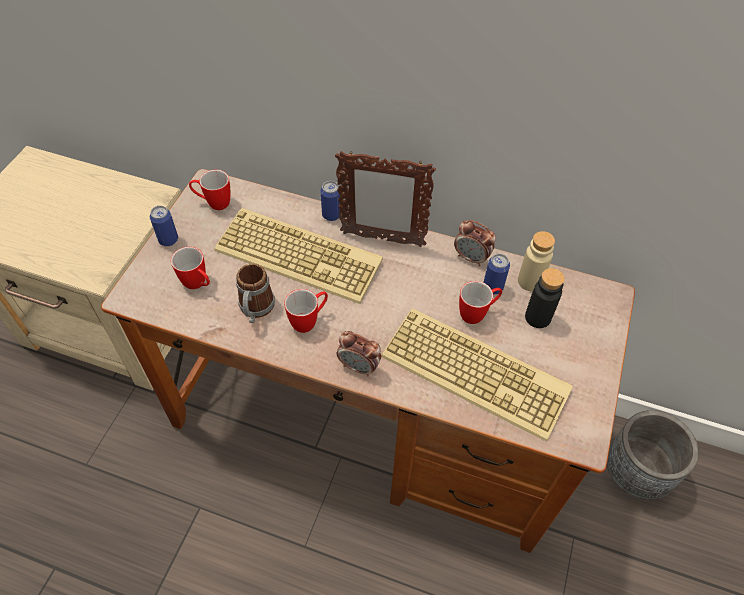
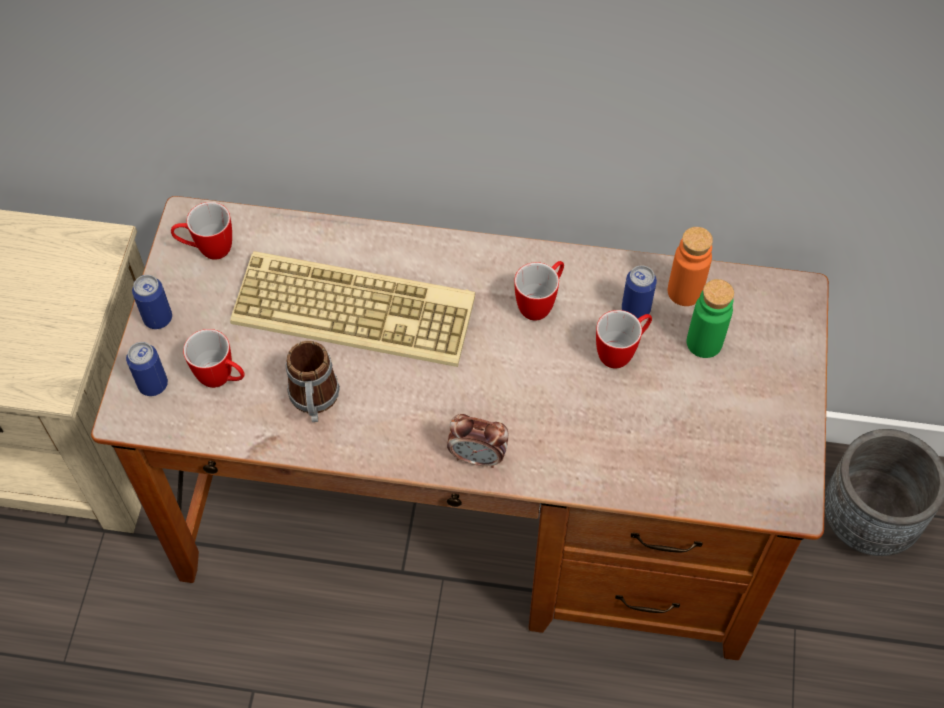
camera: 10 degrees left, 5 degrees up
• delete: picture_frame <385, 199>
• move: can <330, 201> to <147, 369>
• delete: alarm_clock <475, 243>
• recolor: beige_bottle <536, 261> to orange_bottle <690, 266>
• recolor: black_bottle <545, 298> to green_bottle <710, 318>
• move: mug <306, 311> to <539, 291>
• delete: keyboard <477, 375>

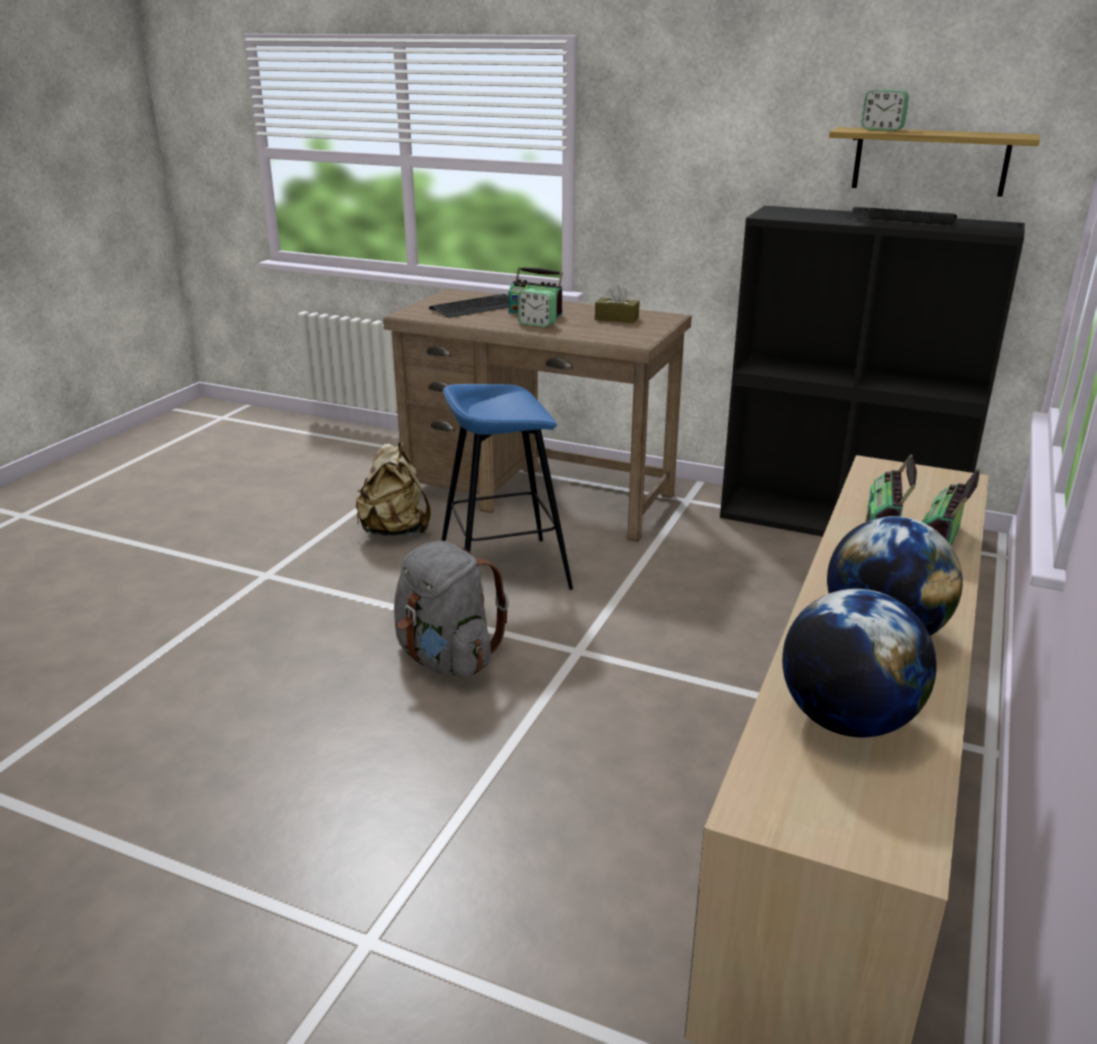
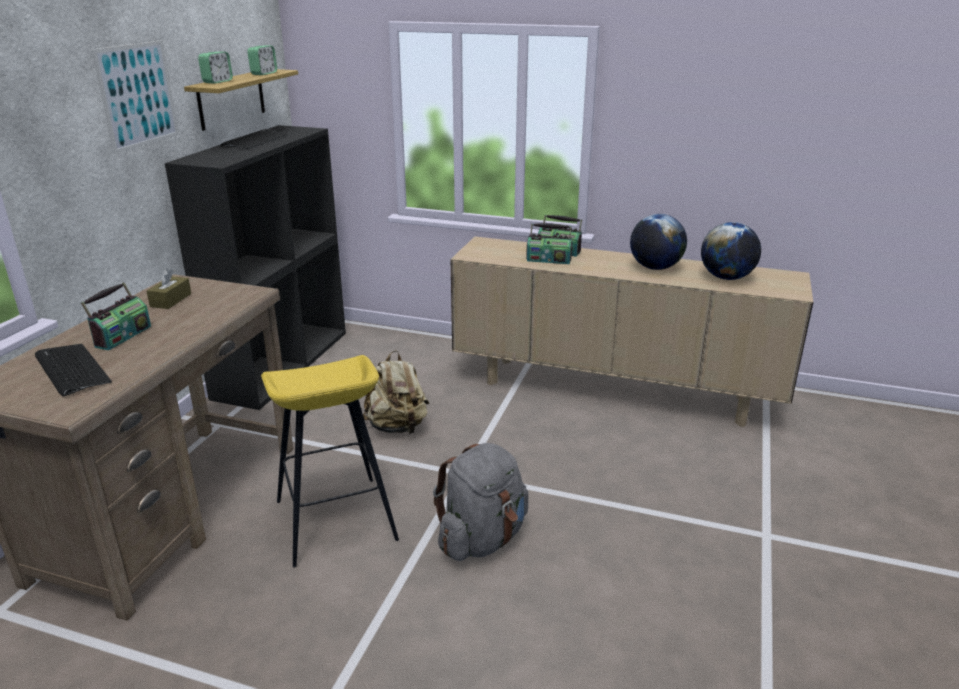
camera: 95 degrees left, 0 degrees up
• move: alarm_clock <537, 308> to <262, 60>
• recolor: blue_stool <507, 487> to yellow_stool <330, 461>
• move: beige_backpack <393, 489> to <396, 392>
• insert: picture <135, 97>

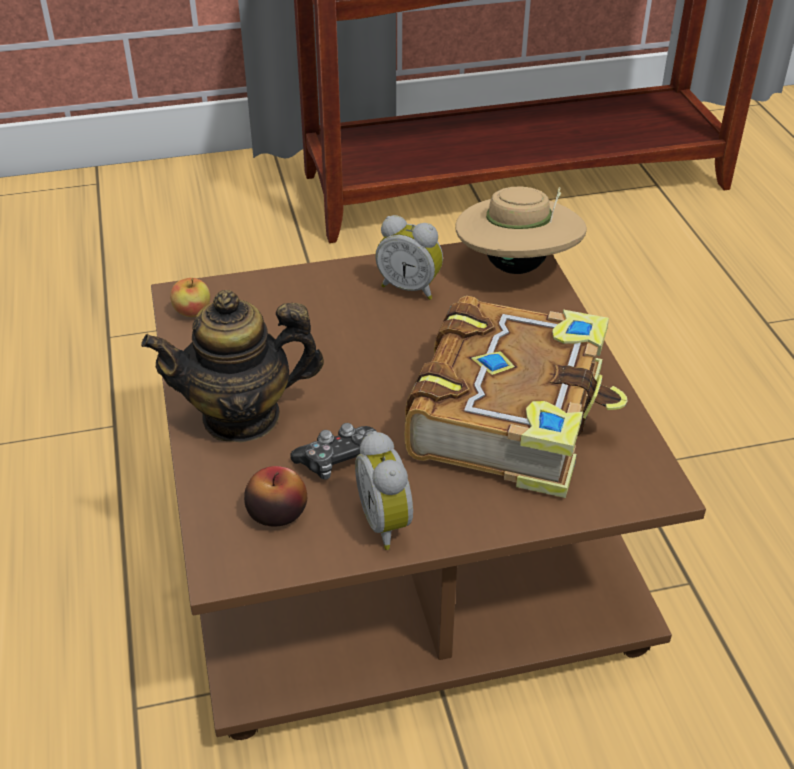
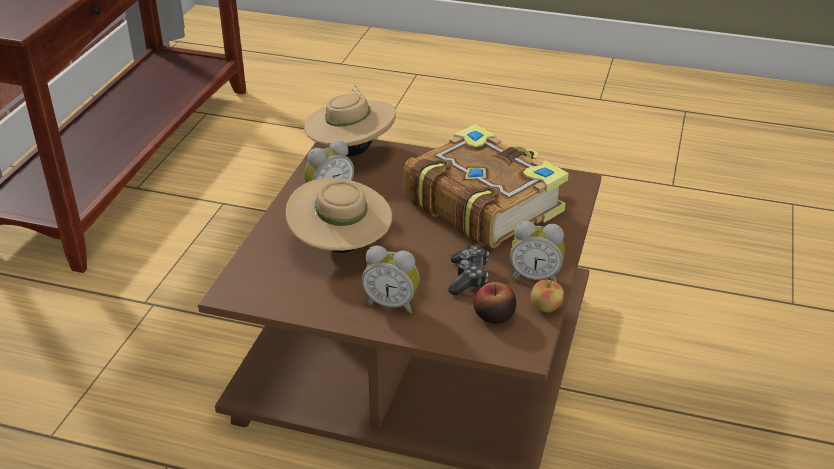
camera: 60 degrees left, 5 degrees down
• move: apple <190, 297> to <547, 295>
• replace: teapot <232, 366> to alarm_clock <391, 280>
• insert: beige_hat <339, 215>

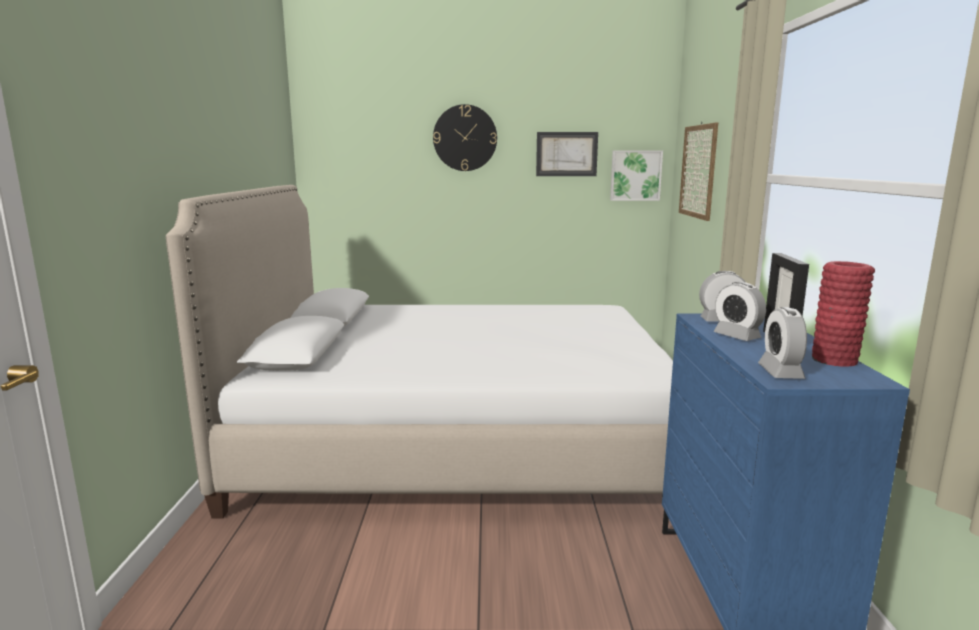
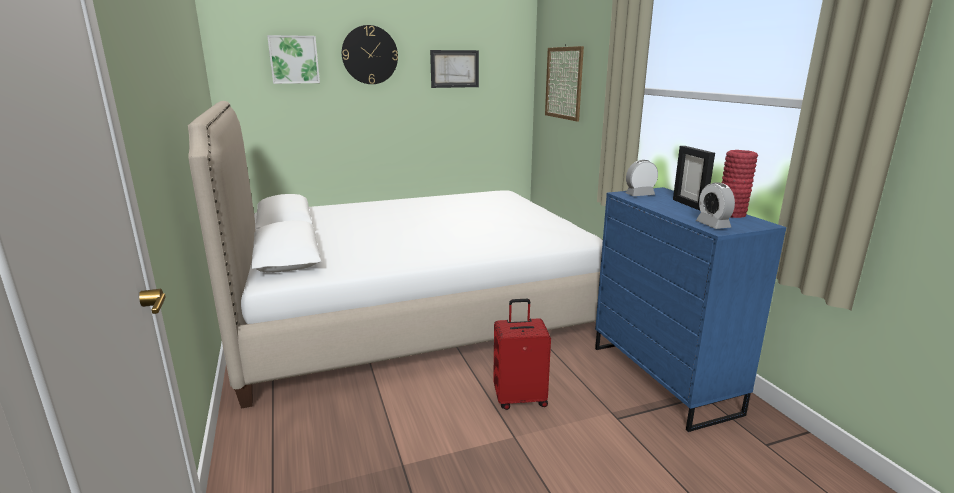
camera: 20 degrees left, 5 degrees up
• move: picture <636, 175> to <293, 59>
• delete: alarm_clock <740, 311>
• insert: red_suitcase <522, 354>

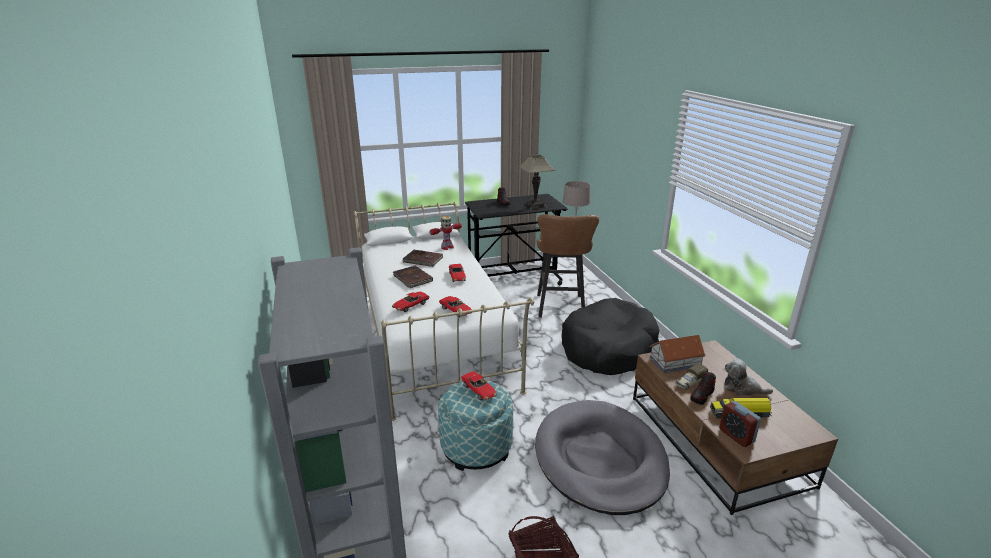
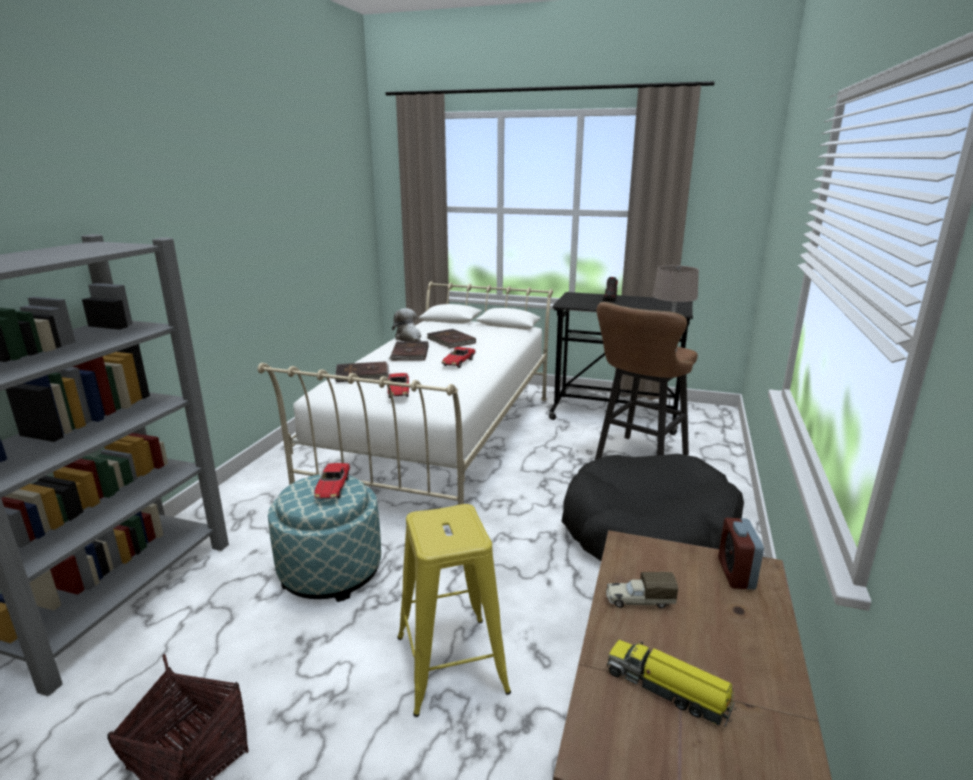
camera: 35 degrees right, 5 degrees down
• delete: table_lamp <536, 182>
• delete: toy_robot <445, 233>
• replace: toy_car <411, 301> to brown_book <362, 372>
• delete: toy_house <678, 354>
• move: plush_toy <748, 377> to <406, 324>
• delete: shoe <703, 388>
• replace: grey_dog_bed <602, 457> to yellow_stool <454, 610>
• move: alarm_clock <740, 424> to <741, 554>

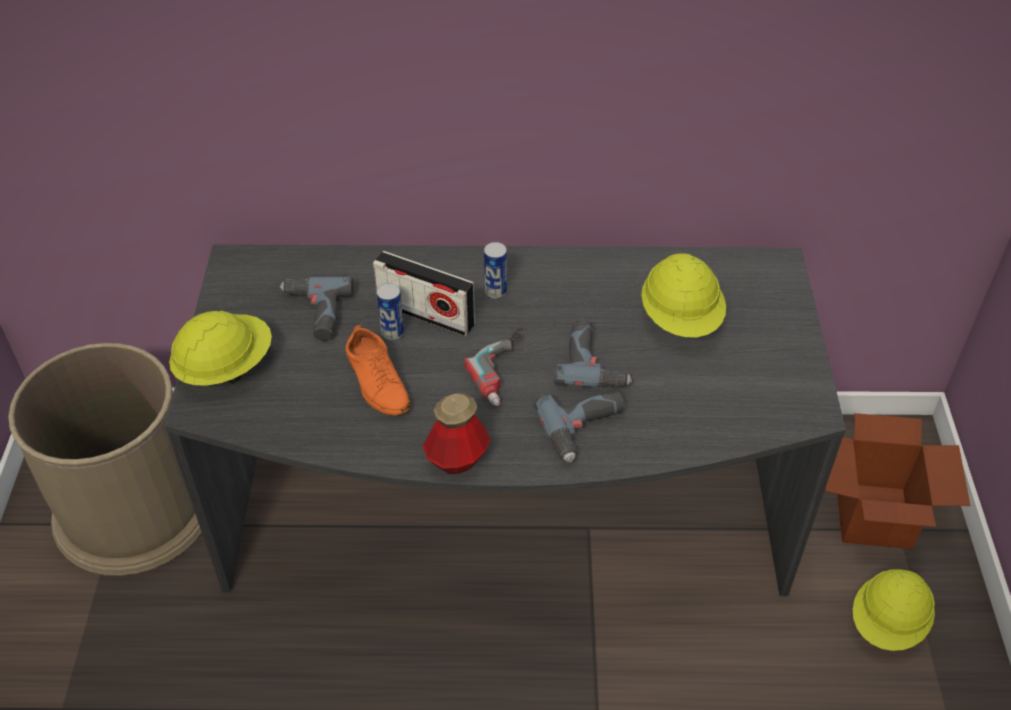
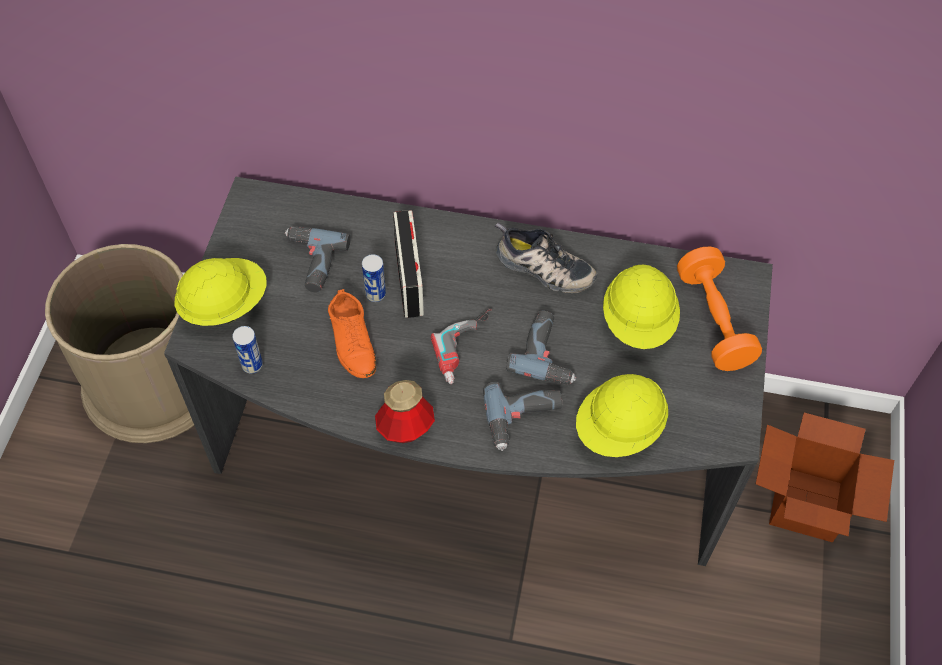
camera: 10 degrees right, 10 degrees up
• move: can <495, 270> to <247, 350>
• rotate: radio <424, 293> = <408, 264> 135 degrees counterclockwise
• move: yellow_hard_hat <893, 610> to <622, 415>
• insert: shoe <546, 258>
• insert: orange_dumbbell <719, 309>

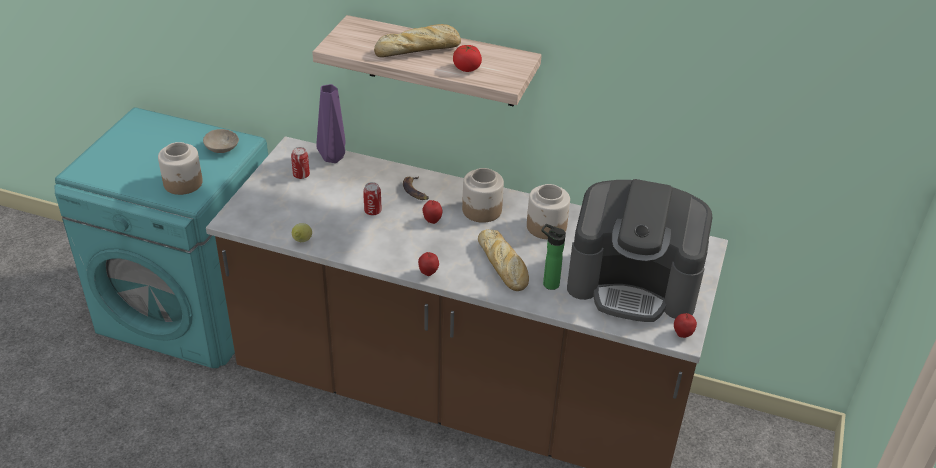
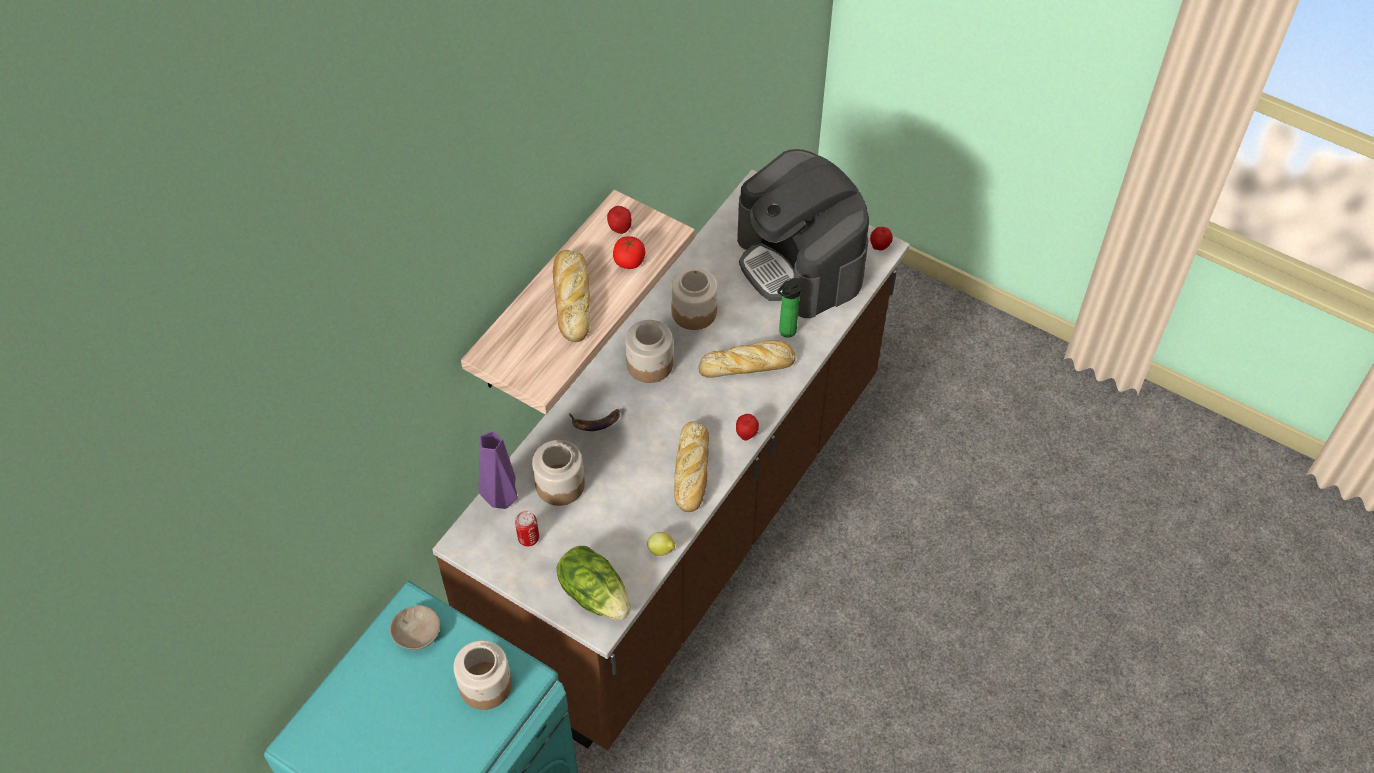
camera: 75 degrees left, 15 degrees up
• rotate: coffee_machine <639, 250> = <803, 233> 120 degrees clockwise
• delete: can <372, 198>
• move: apple <432, 212> to <619, 220>
• insert: bread <691, 466>
• insert: jar <558, 473>
• insert: lettuce <593, 583>

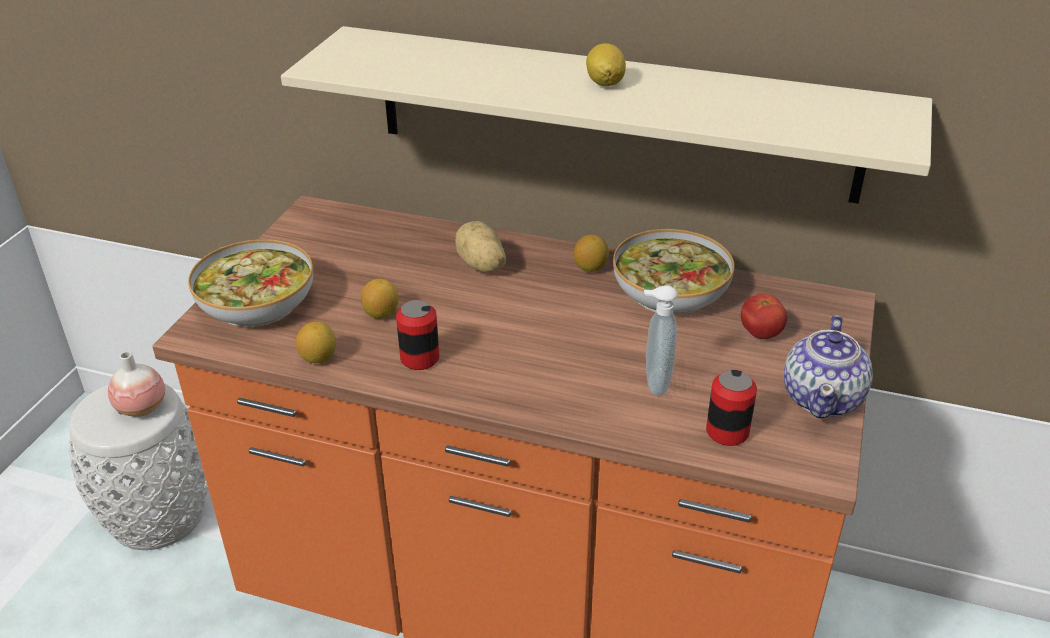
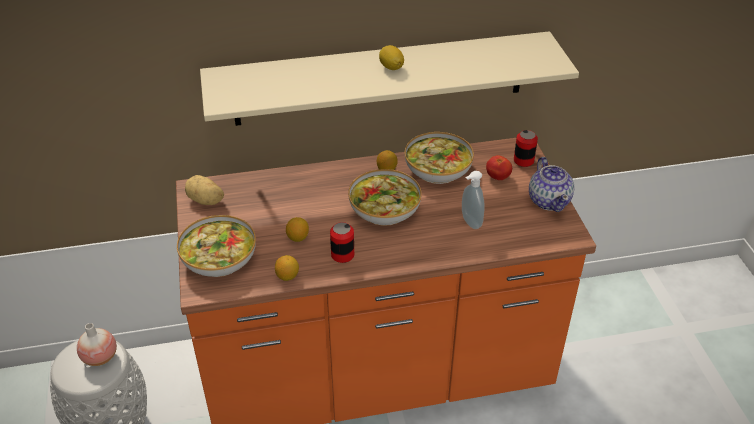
camera: 30 degrees left, 5 degrees up
• move: potato <480, 247> to <204, 190>
• move: can <731, 408> to <526, 148>
• insert: bowl <385, 197>

